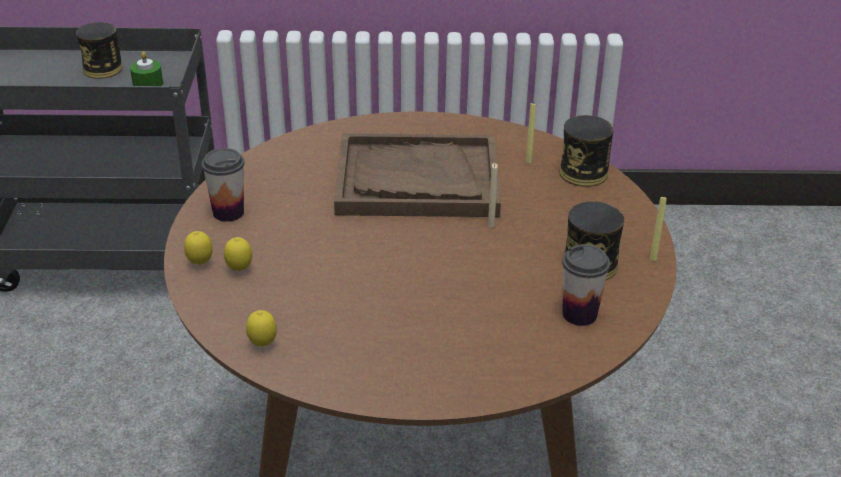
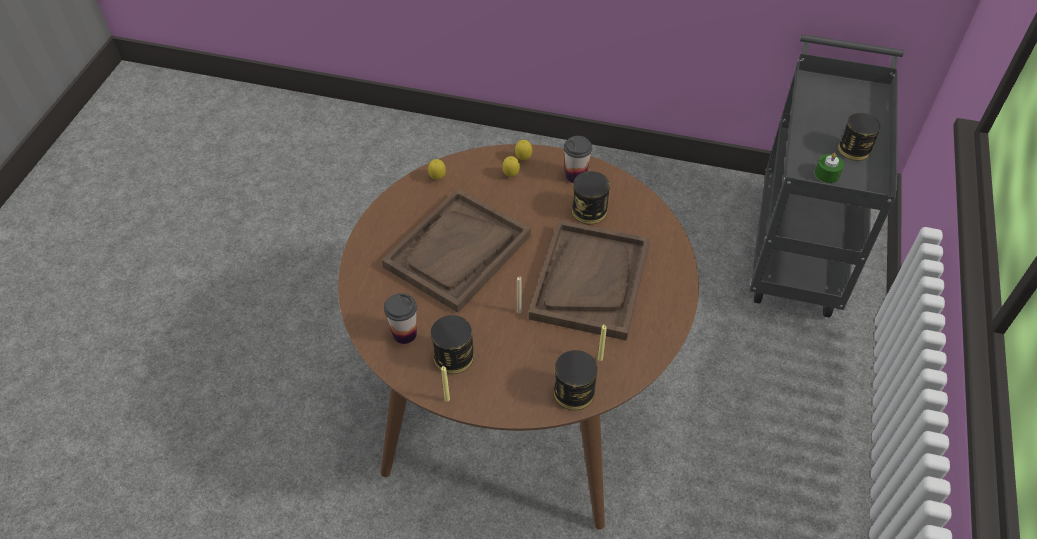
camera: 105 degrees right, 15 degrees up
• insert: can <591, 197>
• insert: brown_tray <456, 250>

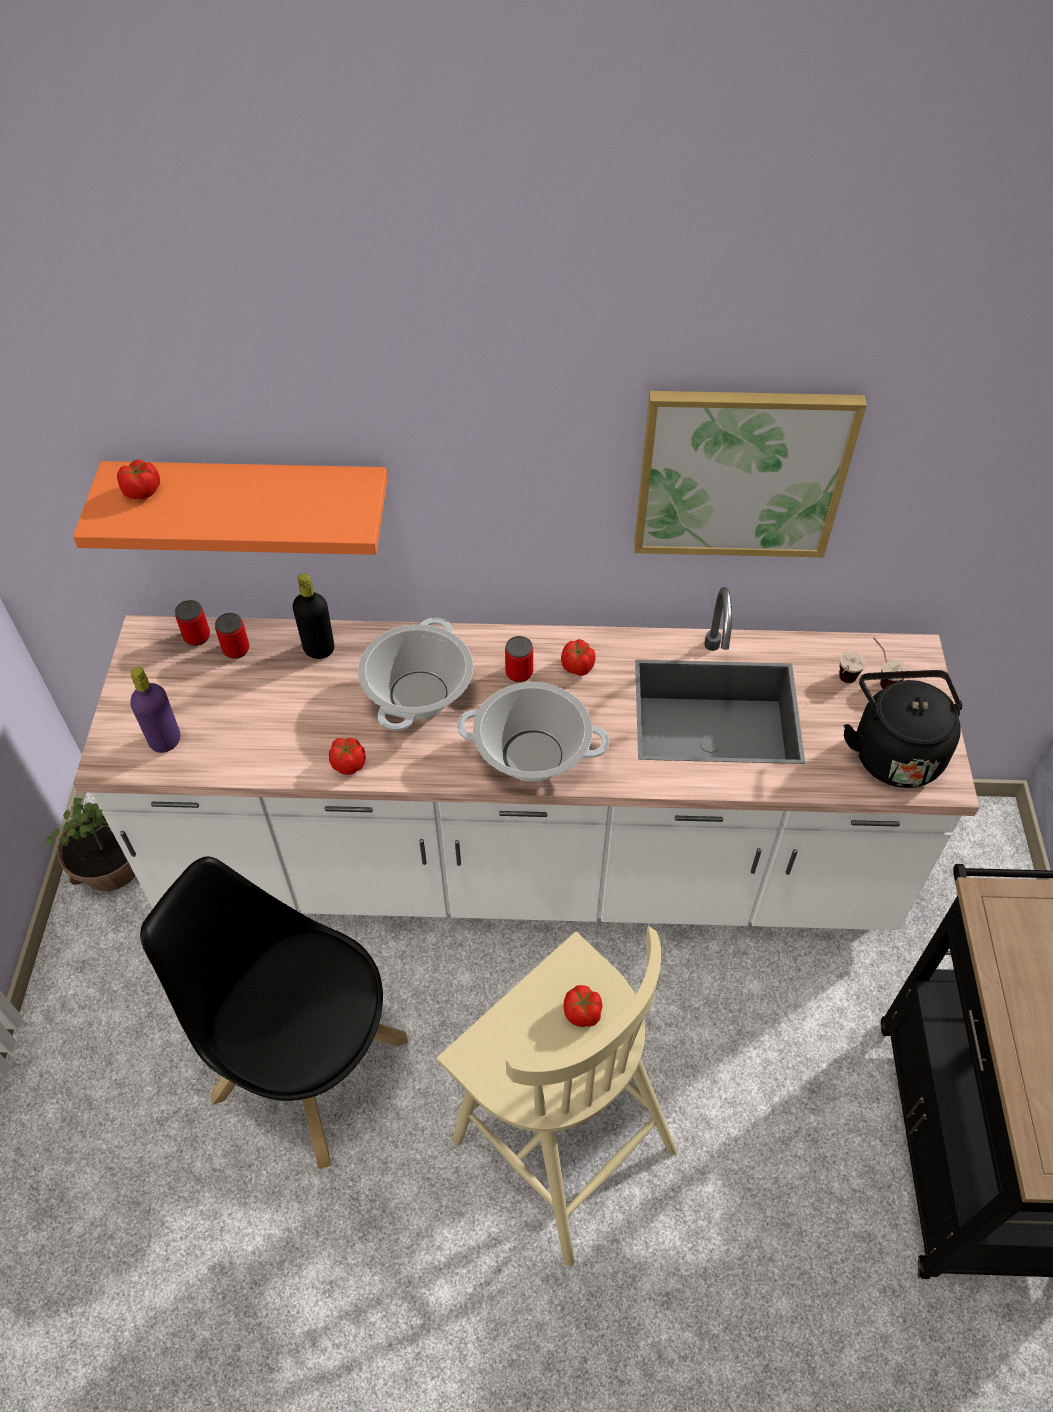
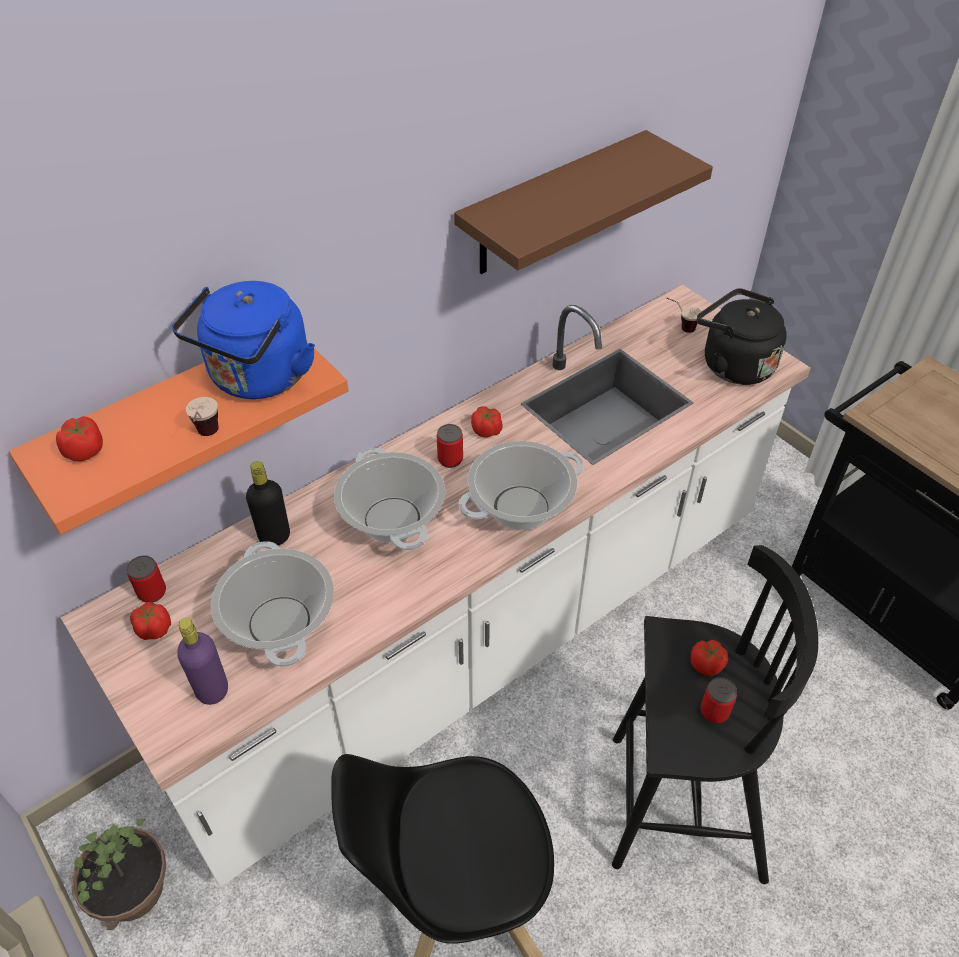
camera: 40 degrees left, 5 degrees down
• replace: picture <750, 474> to brown_shelf <583, 202>
• move: can <232, 636> to <718, 700>
• move: cup <852, 667> to <202, 416>
• move: tomato <347, 756> to <150, 621>
• recolor: beige_stool <557, 1096> to black_stool <715, 714>
• insert: blue_kettle <243, 340>
• insert: cooking_pot <272, 604>

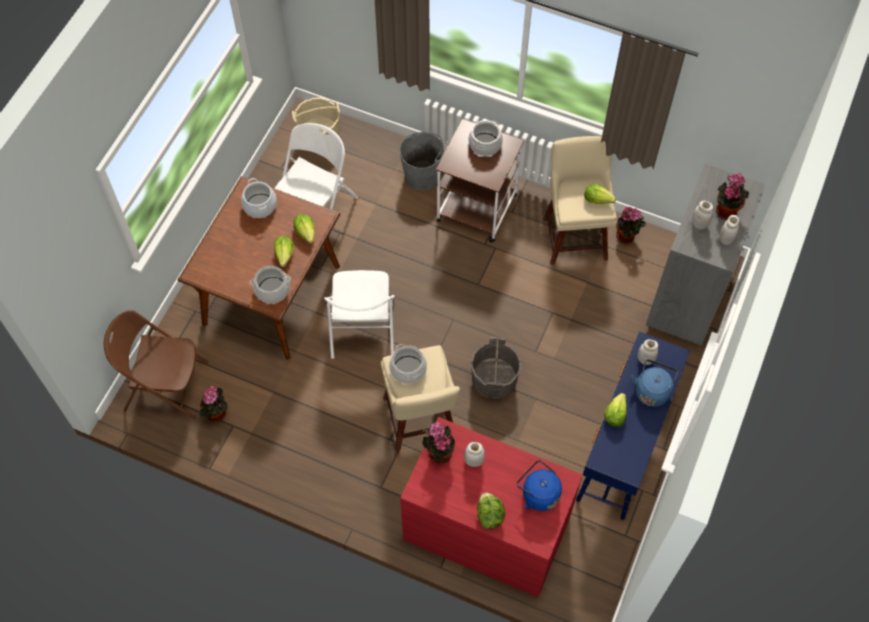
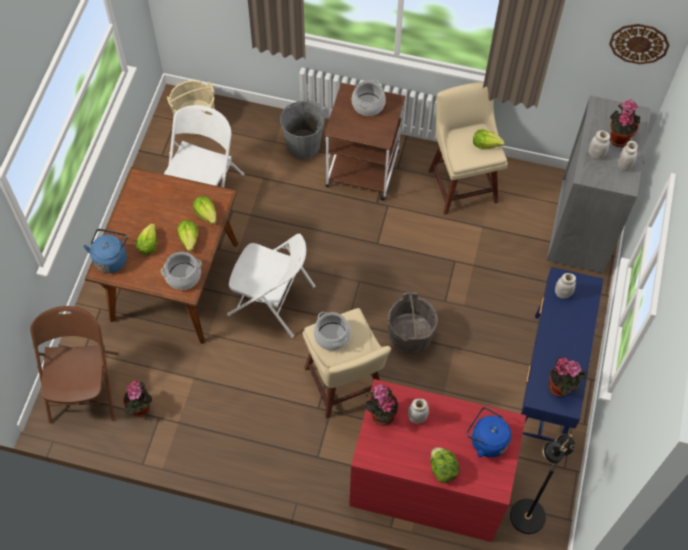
camera: 10 degrees left, 0 degrees up
• delete: cooking_pot <259, 198>
• move: potted_plant <631, 225> to <566, 377>
• rotate: white_chair <359, 314> = <271, 286> 60 degrees counterclockwise
• rotate: brown_chair <156, 365> = <74, 364> 90 degrees clockwise
• move: blue_kettle <654, 383> to <105, 251>
• move: lettuce <615, 410> to <146, 239>
• insert: wall_clock <639, 44>
• insert: black_floor_lamp <542, 484>

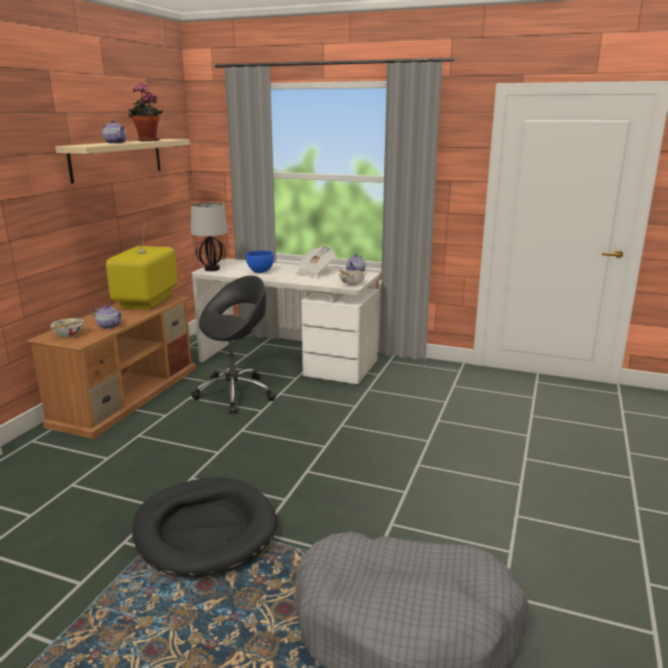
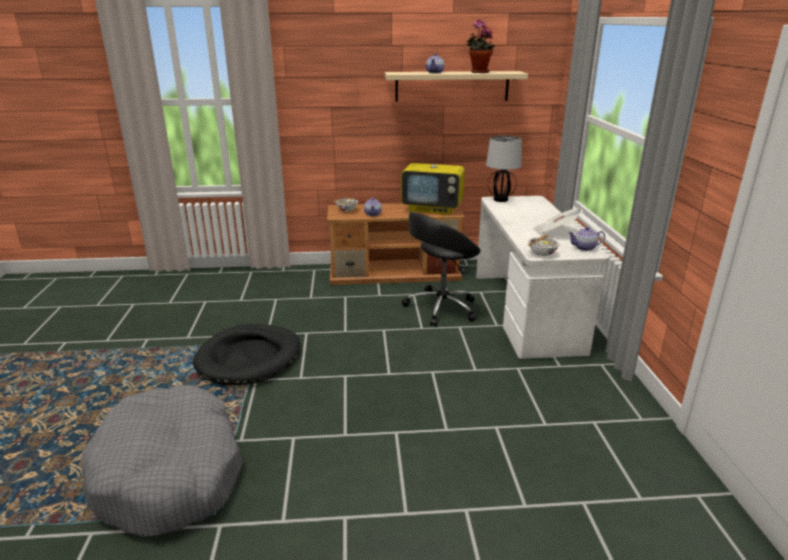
camera: 65 degrees right, 5 degrees up
• rotate: television <142, 264> = <433, 177> 150 degrees counterclockwise
• delete: blue_bowl <260, 262>
• rotate: black_office_chair <233, 345> = <441, 269> 105 degrees clockwise

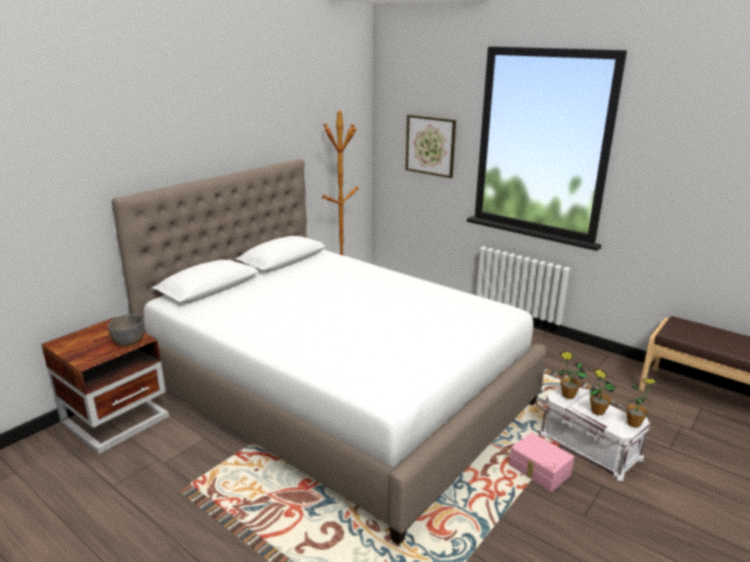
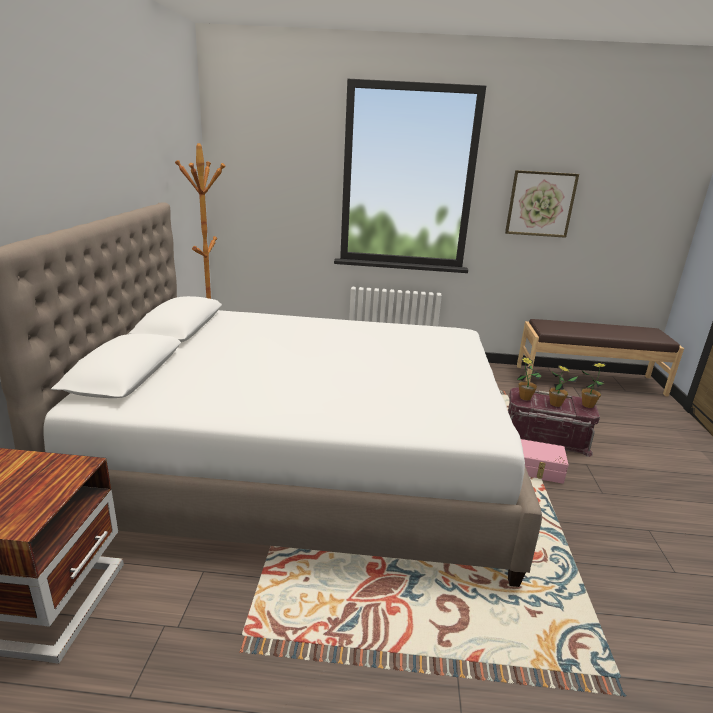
camera: 35 degrees left, 0 degrees up
• move: picture <431, 146> to <542, 204>
• delete: grey_bowl <126, 330>
• recolor: white_storage_box <594, 433> to red_storage_box <554, 422>

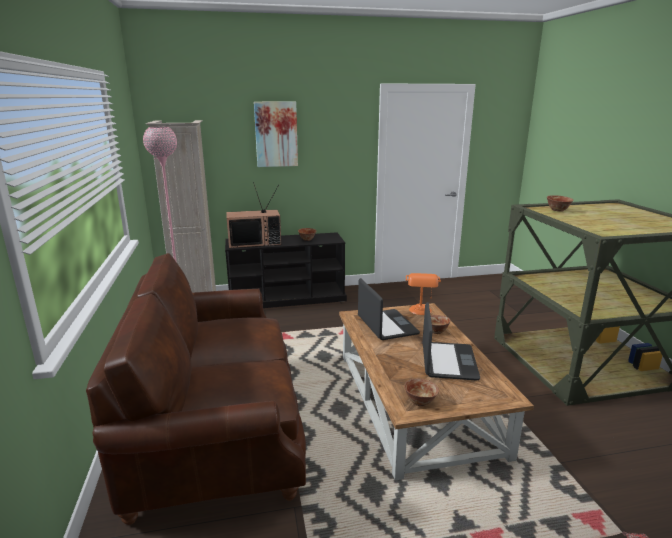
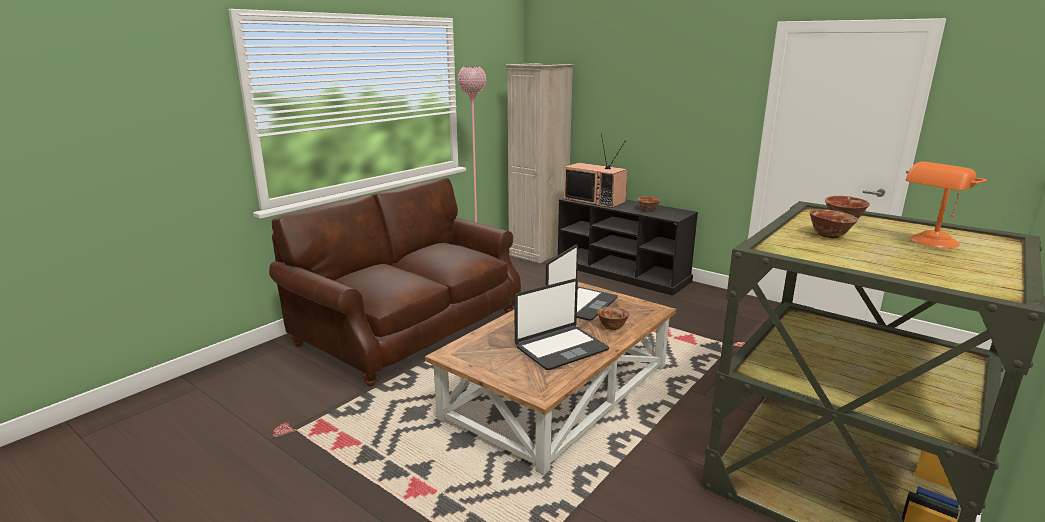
camera: 50 degrees right, 0 degrees up
• delete: picture <276, 134>
• move: orange_table_lamp <423, 294> to <946, 205>
• move: bowl <421, 392> to <834, 223>

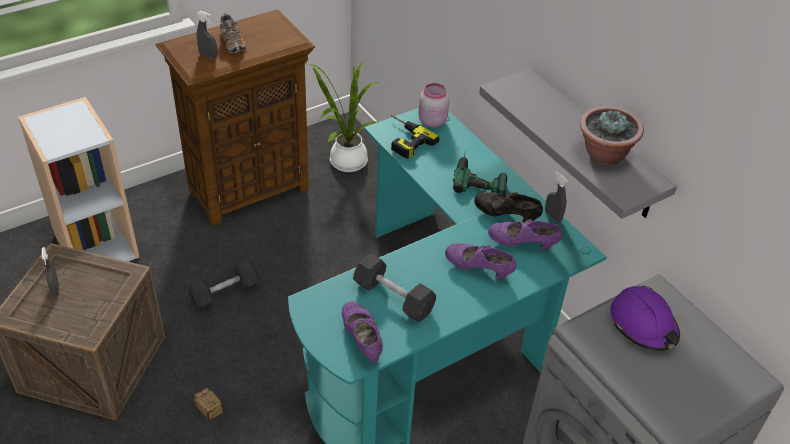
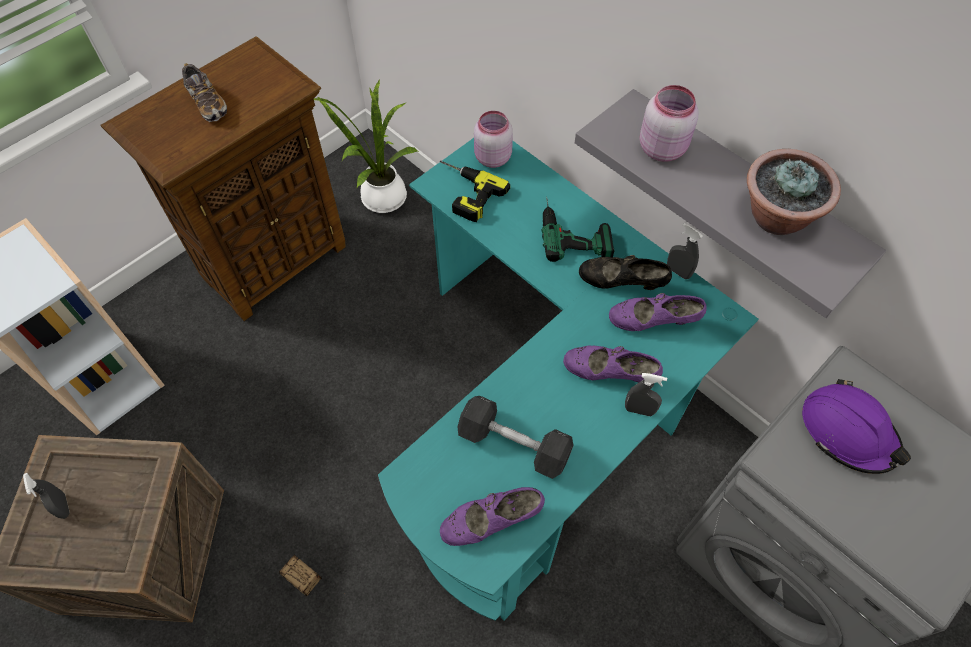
camera: 10 degrees left, 15 degrees up
• move: grey_spray_bottle <207, 35> to <646, 394>
• delete: grey_dumbbell <224, 285>
• rotate: purple_shoe <362, 332> = <492, 516> 75 degrees counterclockwise
• insert: pink_jar <669, 123>

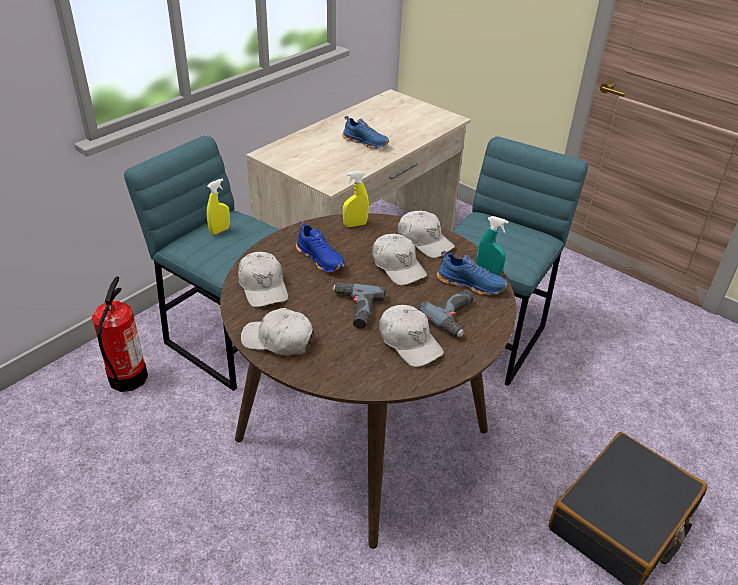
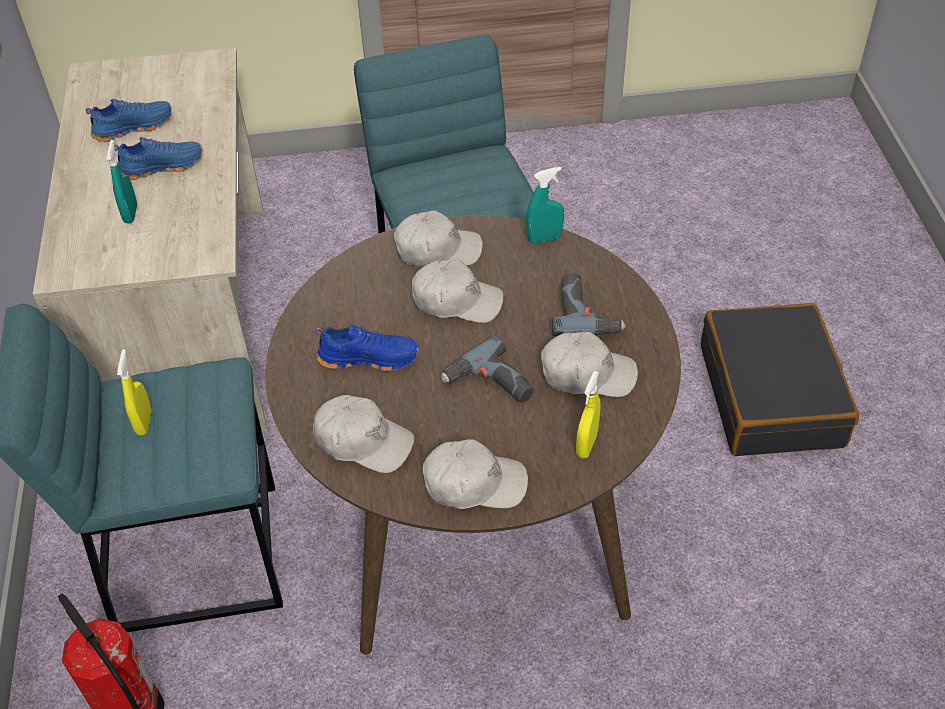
camera: 45 degrees left, 10 degrees up
• move: yellow_spray_bottle <356, 199> to <588, 414>
• move: blue_shoe <472, 273> to <129, 120>
• rotate: white_cap <277, 332> = <475, 474> 150 degrees counterclockwise
• insert: turquoise_spray_bottle <121, 181>

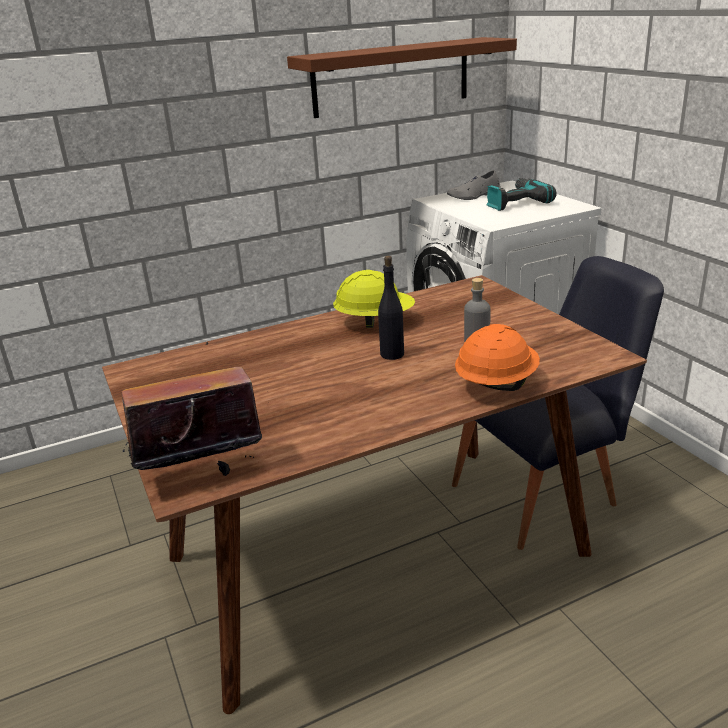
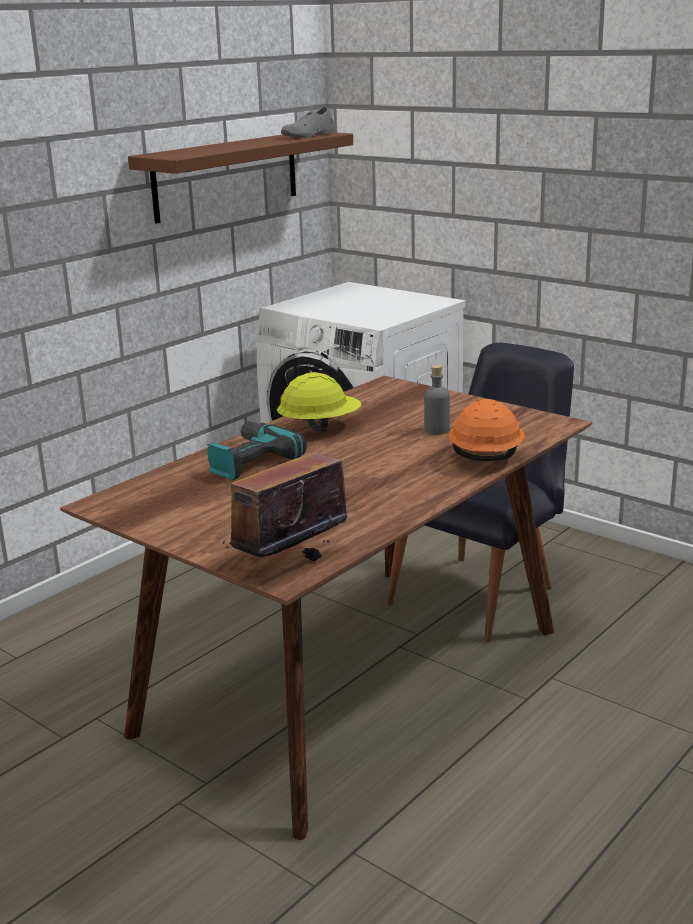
camera: 25 degrees left, 5 degrees down
• move: grey_shoe <473, 185> to <308, 122>
• move: power_drill <522, 194> to <257, 450>
• delete: black_bottle <391, 308>

